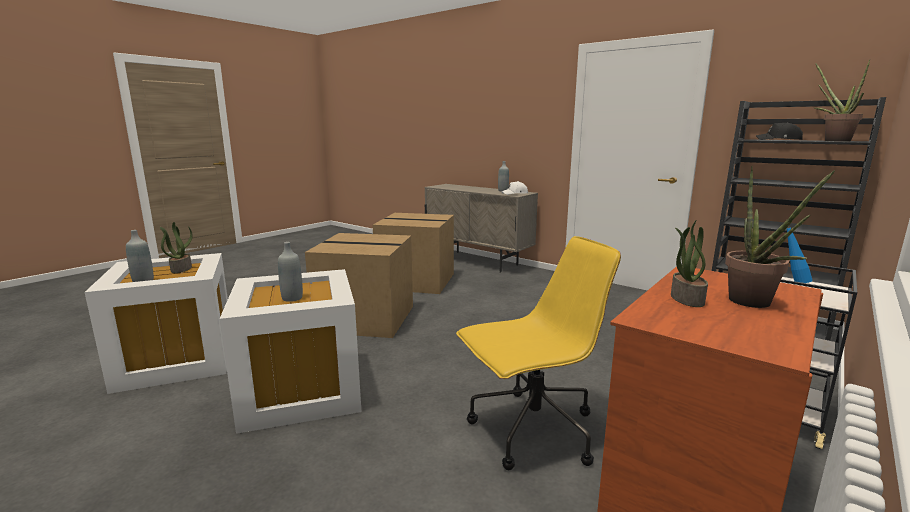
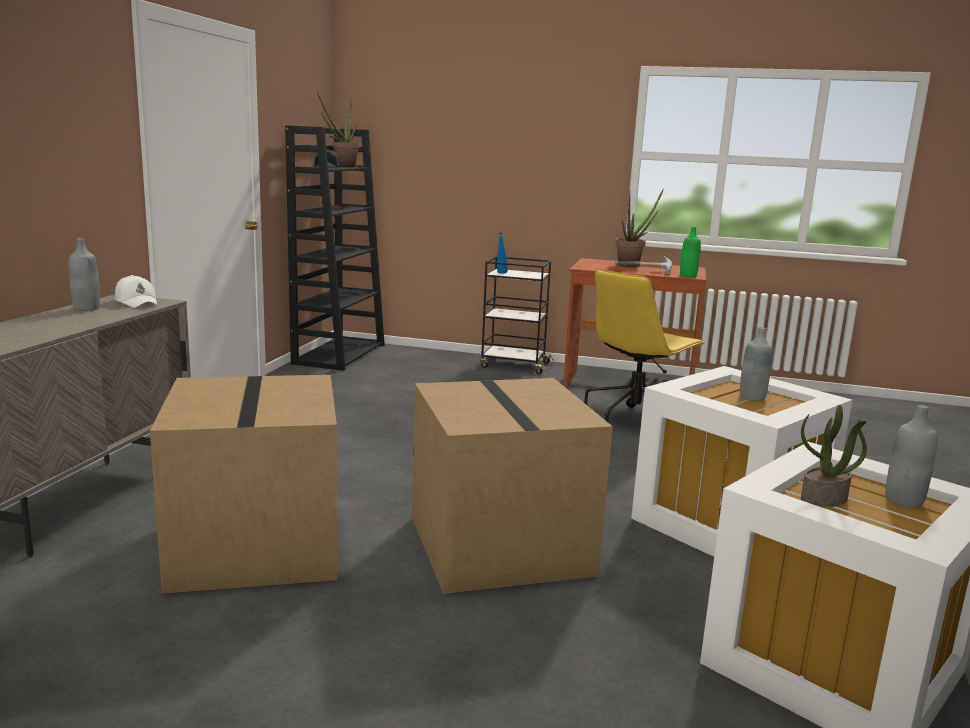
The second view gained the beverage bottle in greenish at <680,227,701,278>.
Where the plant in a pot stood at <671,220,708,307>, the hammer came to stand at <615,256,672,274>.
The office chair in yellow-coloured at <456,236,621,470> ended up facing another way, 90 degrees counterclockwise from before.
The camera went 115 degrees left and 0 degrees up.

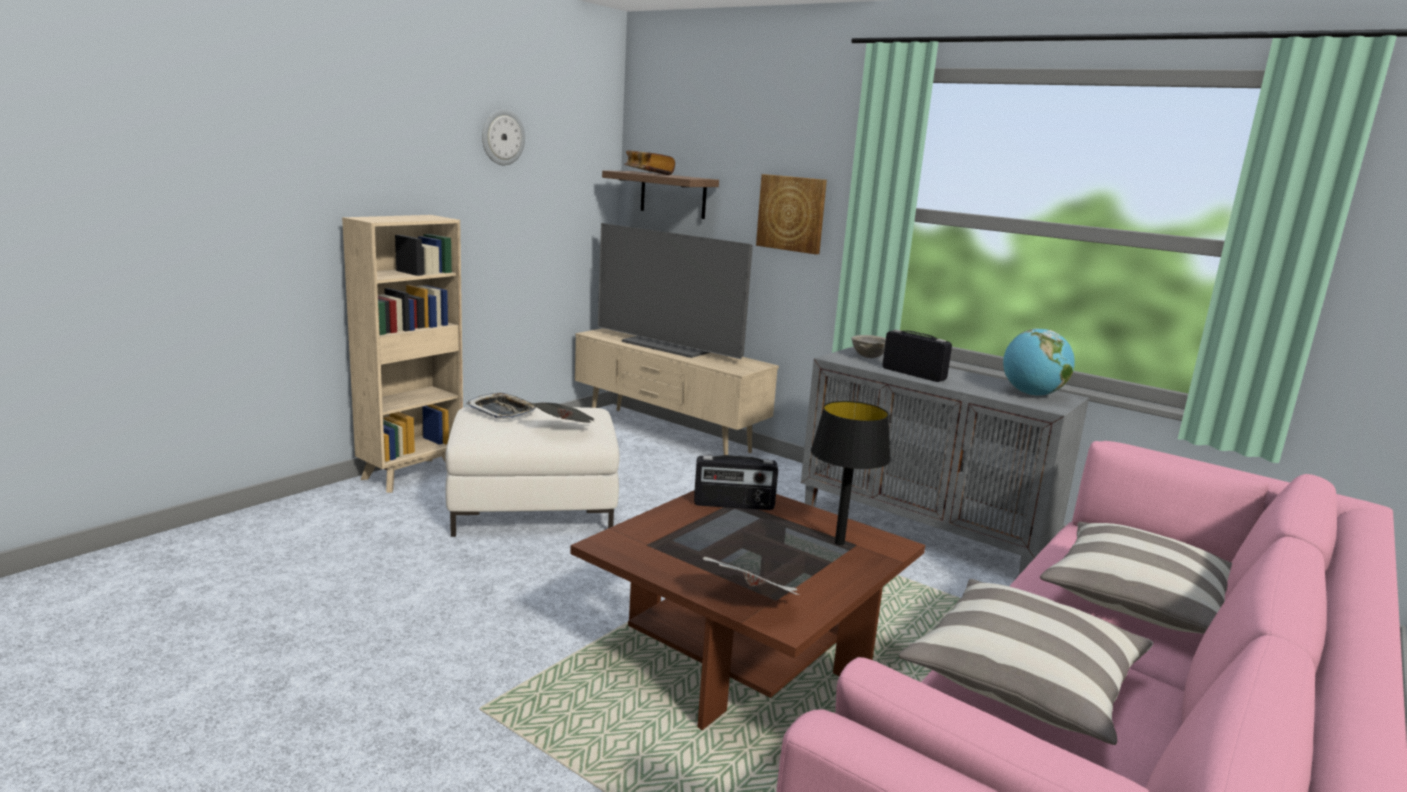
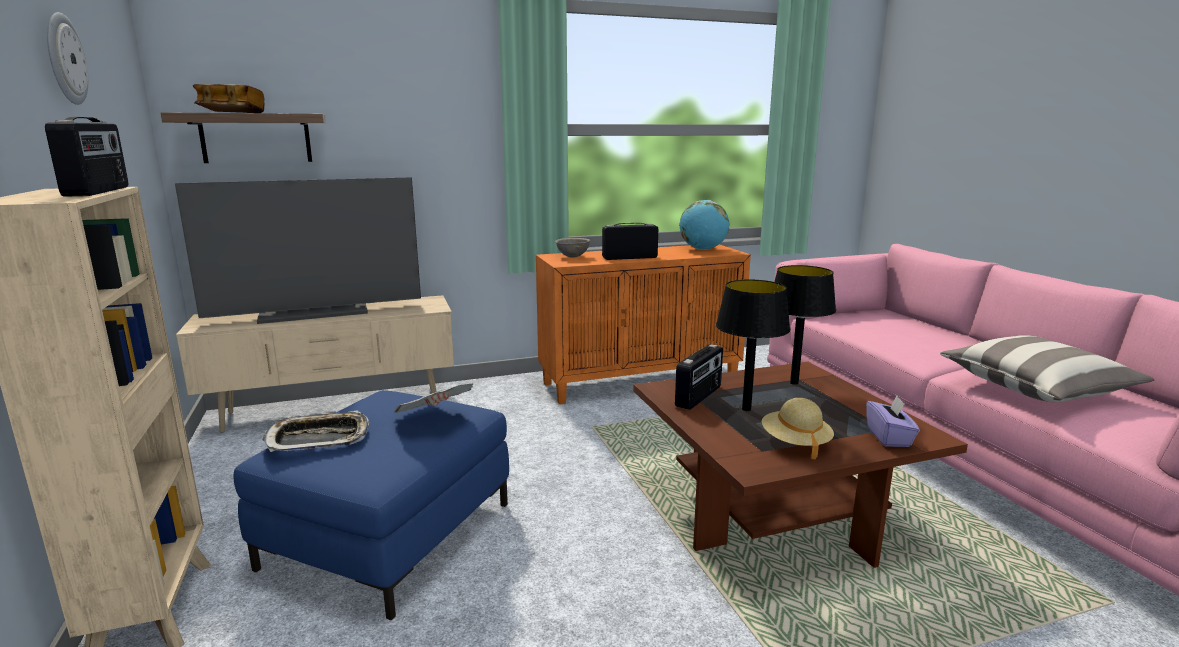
The second view lost the wall art at <756,174,827,255>.
The second view lost the throw pillow at <1040,522,1232,634>.
The second view gained the radio set at <45,117,128,197>.
The second view gained the lamp for a table in black-coloured at <716,280,790,411>.
The second view gained the wearable hat in beige-coloured at <762,398,834,459>.
Where the newspaper stood at <703,557,800,595>, the tissue holder in purplish came to stand at <866,396,920,447>.
What was the pouffe in white-coloured at <445,407,620,537> turned into the pouffe in blue-coloured at <233,390,509,620>.
What was the cabinet in greyish at <801,347,1089,575> turned into the cabinet in orange-coloured at <536,244,751,405>.
The camera went 55 degrees left and 0 degrees up.

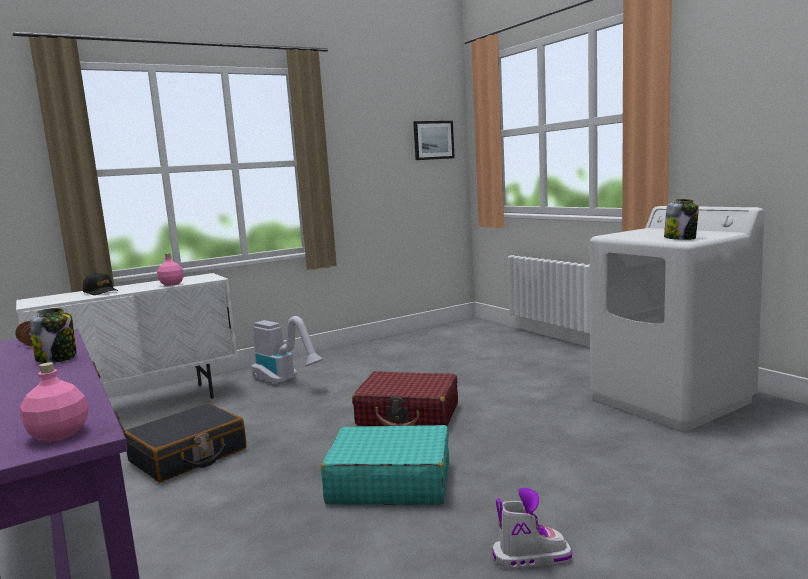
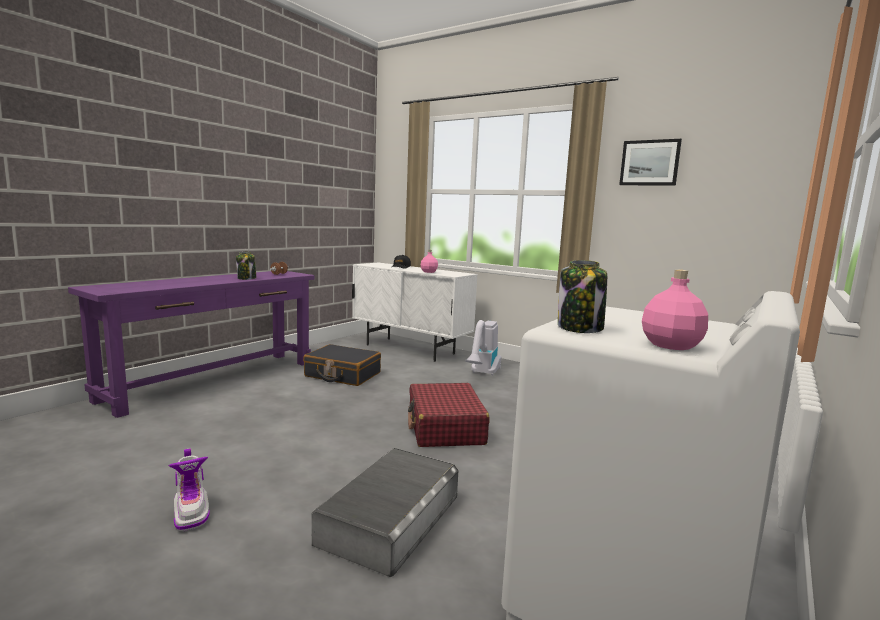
The second view lost the suitcase in turquoise at <321,425,449,505>.
The second view gained the storage box in greyish at <311,448,459,577>.
The beverage bottle in pink ended up elsewhere, having gone from <20,362,89,442> to <642,270,708,350>.
The wall art ended up elsewhere, having gone from <413,121,455,160> to <619,139,682,185>.
The camera went 65 degrees right and 0 degrees up.

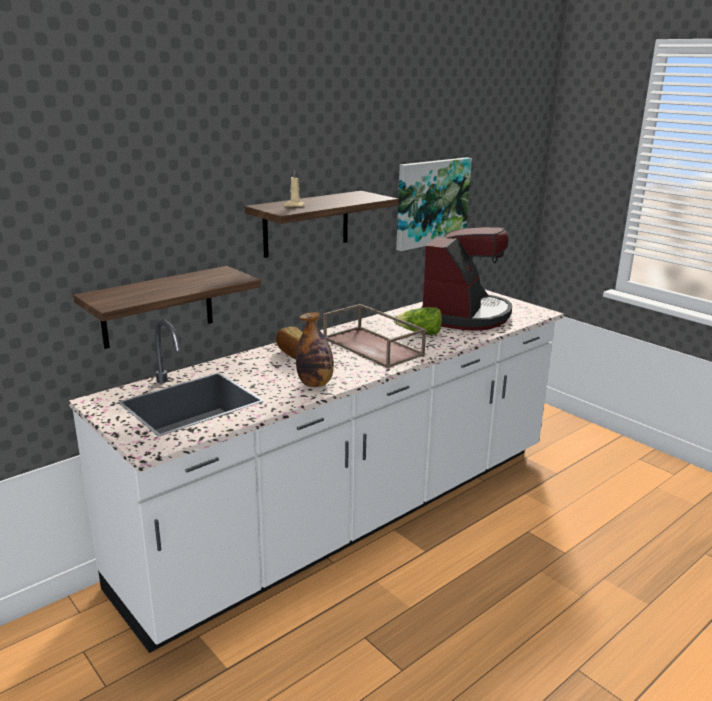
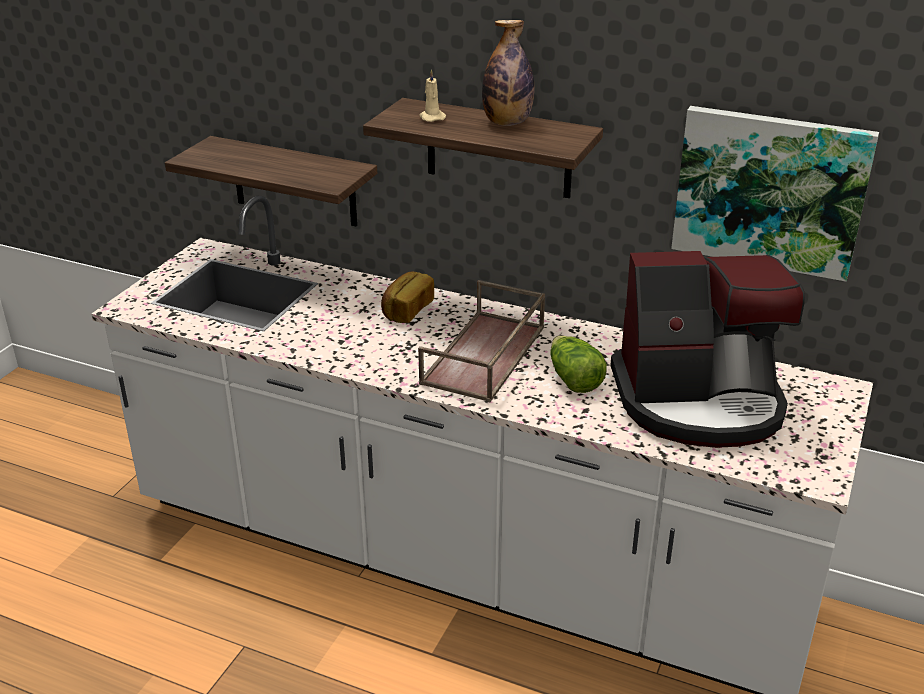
The beverage bottle ended up elsewhere, having gone from <296,312,334,387> to <482,20,535,126>.
The camera went 65 degrees right and 10 degrees up.

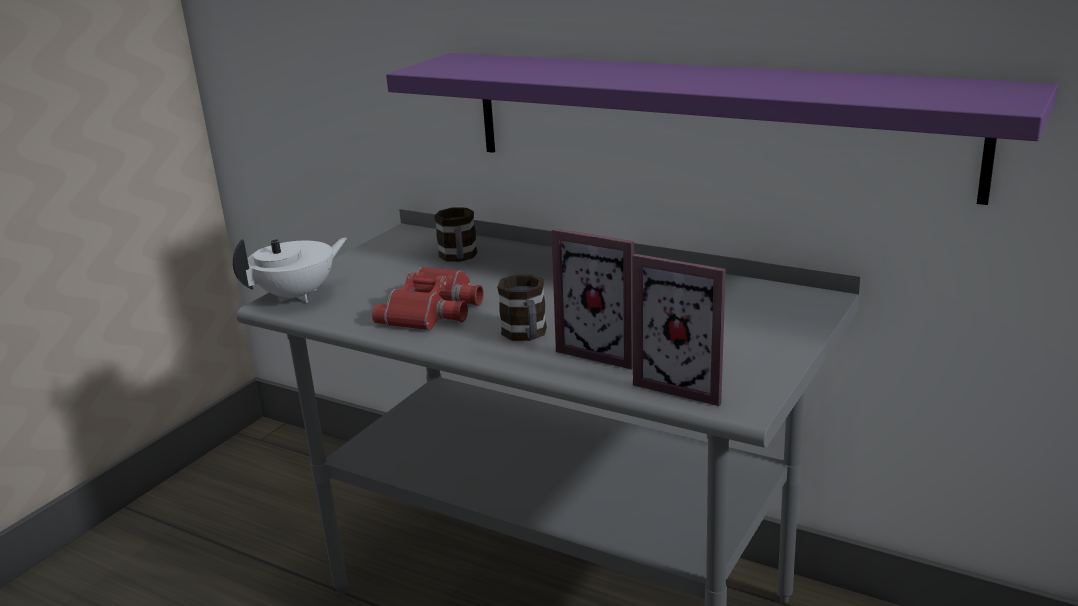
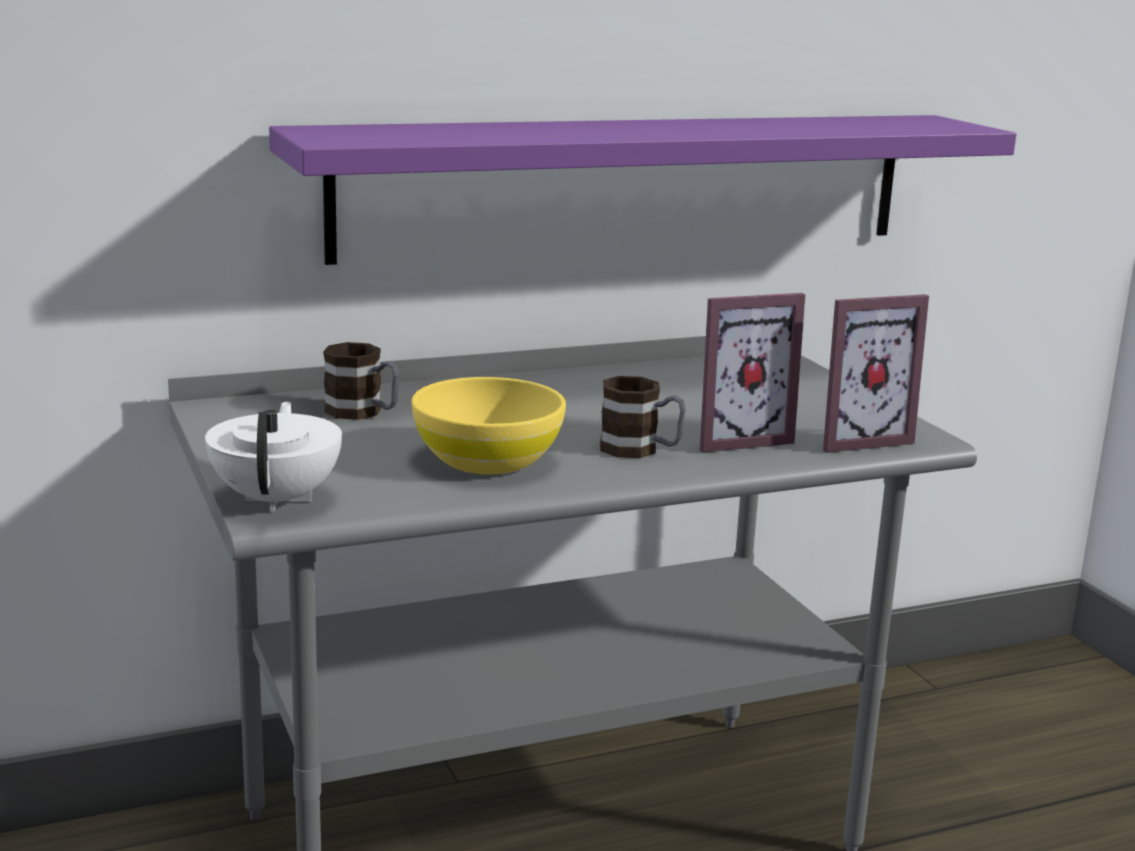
Where the pair of binoculars in red stood at <372,267,484,330>, the bowl in yellow-coloured came to stand at <412,377,566,474>.
The camera went 55 degrees left and 5 degrees down.

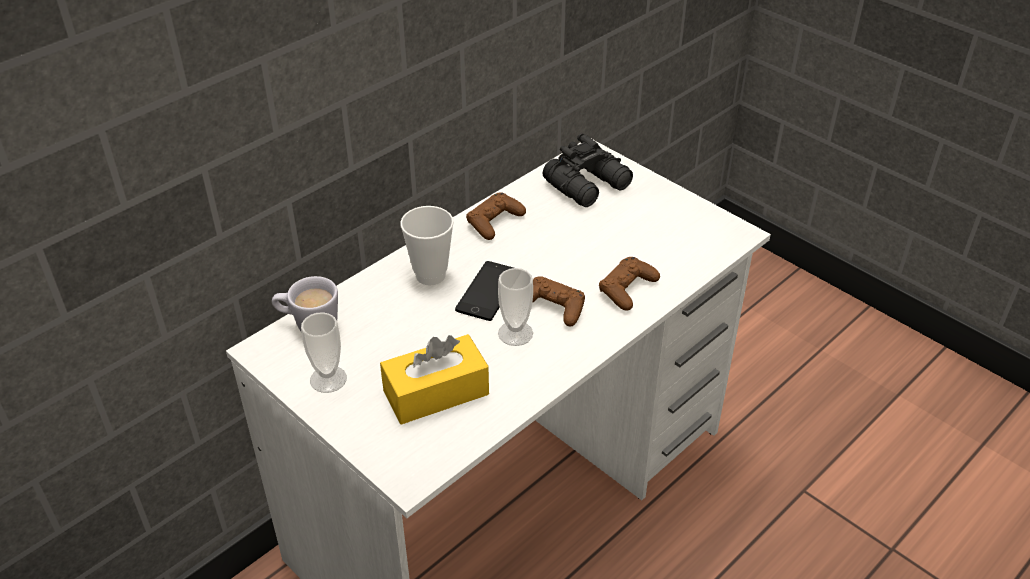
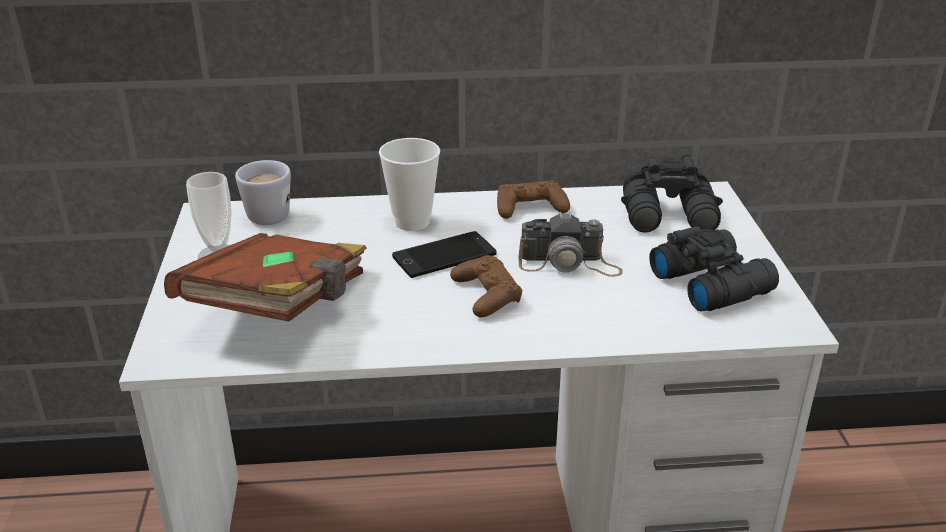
The second view lost the drinking cup at <498,268,533,346>.
The second view lost the game controller in brown at <599,257,660,311>.
The second view gained the photo camera at <519,212,623,277>.
The second view gained the pair of binoculars in black-coloured at <649,226,779,312>.
Where the tissue holder in yellow-coloured stood at <380,334,489,424>, the bound book in brown came to stand at <164,233,367,322>.
The camera went 40 degrees right and 10 degrees down.

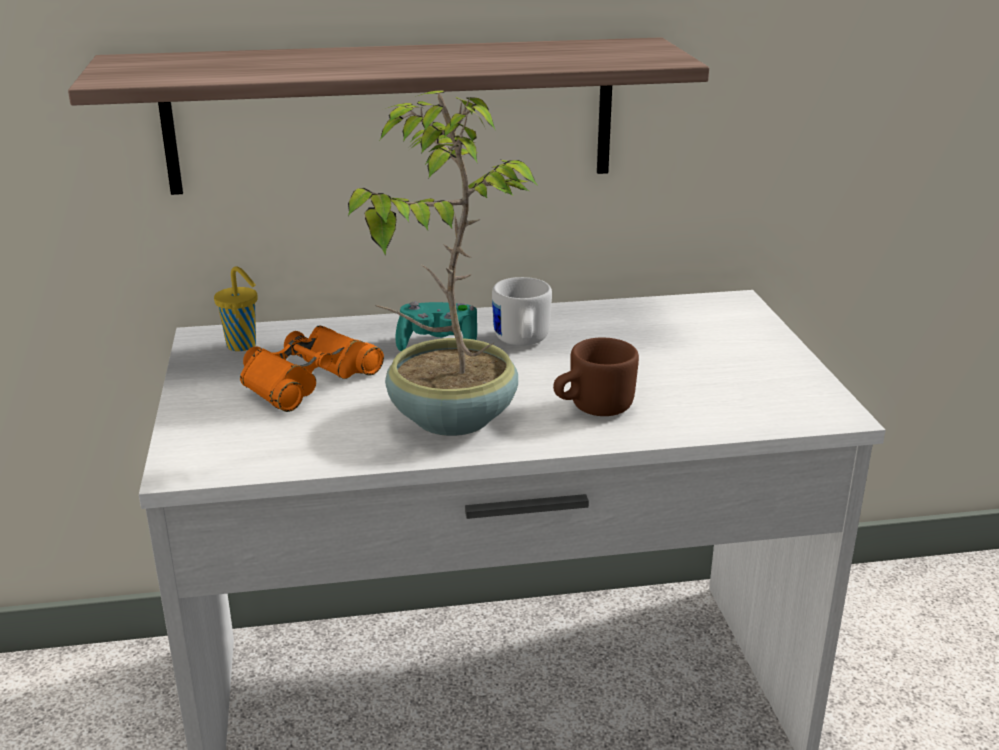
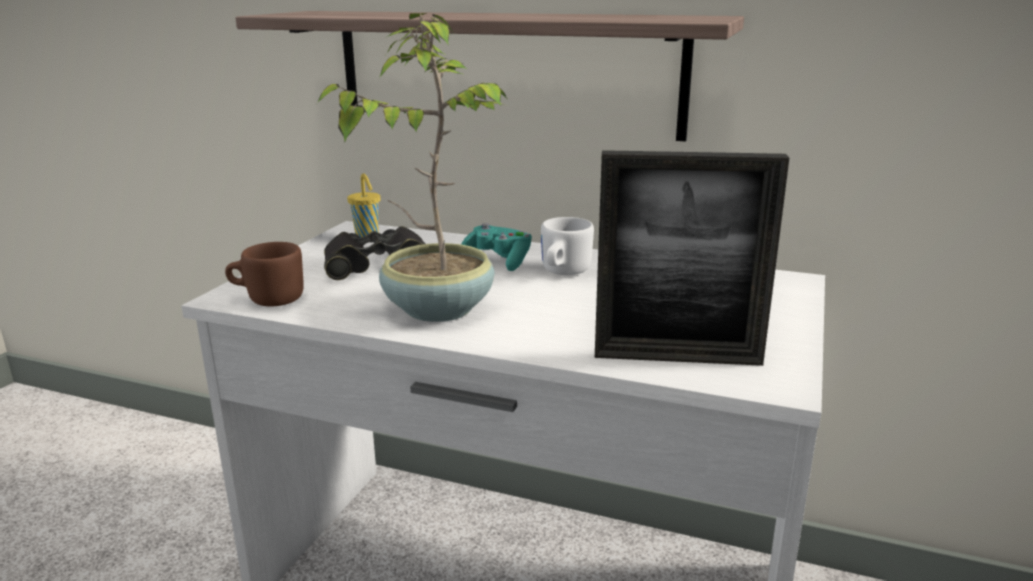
The second view gained the photo frame at <595,150,789,366>.
The coffee mug in brown ended up elsewhere, having gone from <553,338,639,416> to <225,242,304,306>.
What was the pair of binoculars in orange-coloured at <240,325,384,412> turned into the pair of binoculars in black-coloured at <324,226,426,280>.
The camera went 30 degrees right and 5 degrees down.

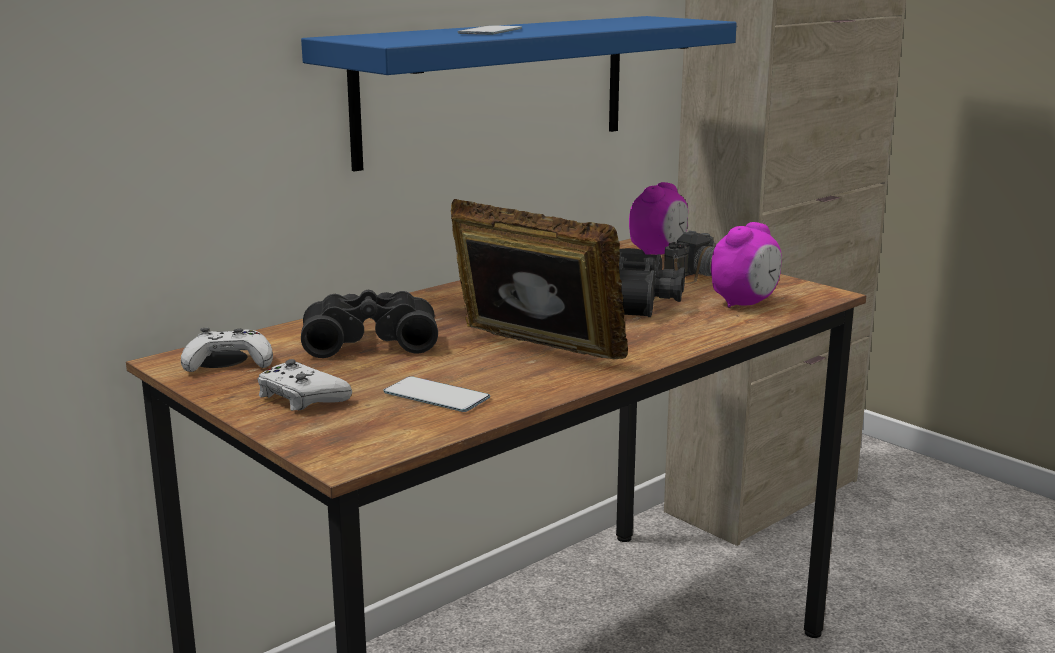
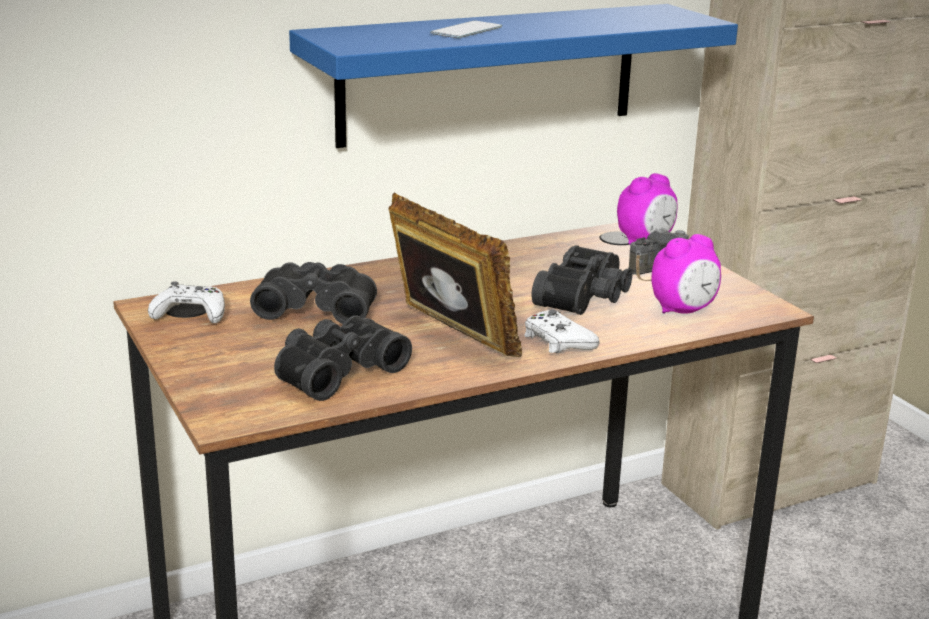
The game controller in white-coloured ended up elsewhere, having gone from <257,359,352,411> to <524,309,600,353>.
Where the telephone stood at <383,376,490,412>, the pair of binoculars in black-coloured came to stand at <274,315,412,401>.
The camera went 15 degrees right and 5 degrees up.

